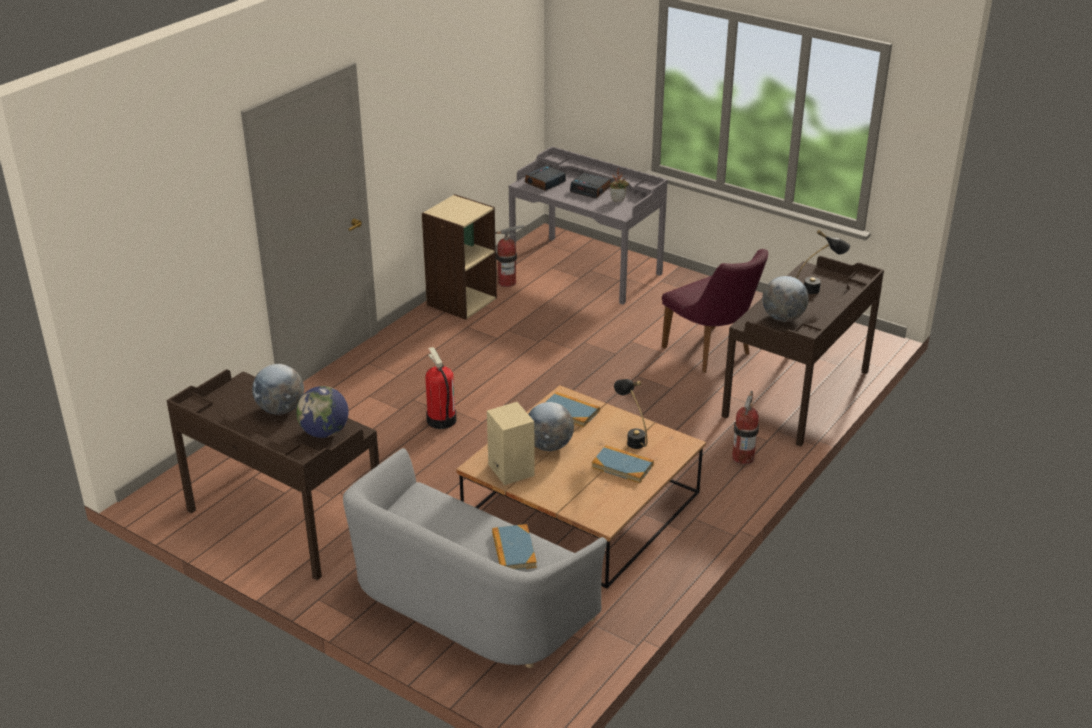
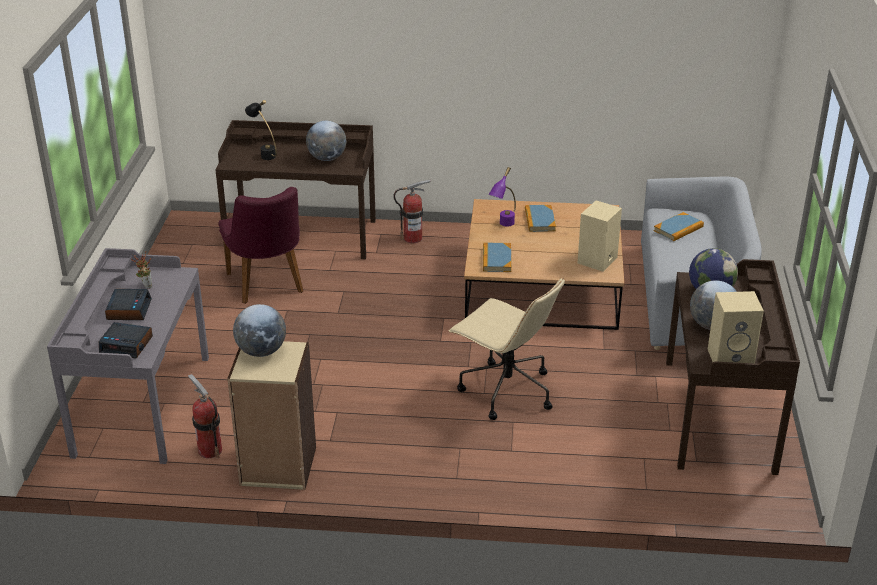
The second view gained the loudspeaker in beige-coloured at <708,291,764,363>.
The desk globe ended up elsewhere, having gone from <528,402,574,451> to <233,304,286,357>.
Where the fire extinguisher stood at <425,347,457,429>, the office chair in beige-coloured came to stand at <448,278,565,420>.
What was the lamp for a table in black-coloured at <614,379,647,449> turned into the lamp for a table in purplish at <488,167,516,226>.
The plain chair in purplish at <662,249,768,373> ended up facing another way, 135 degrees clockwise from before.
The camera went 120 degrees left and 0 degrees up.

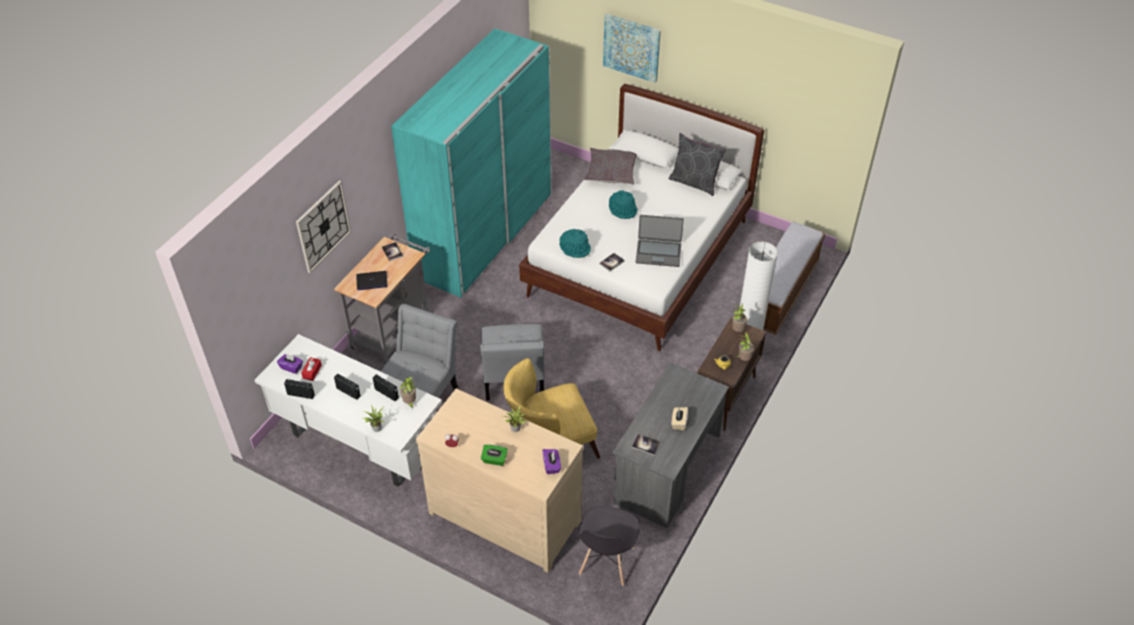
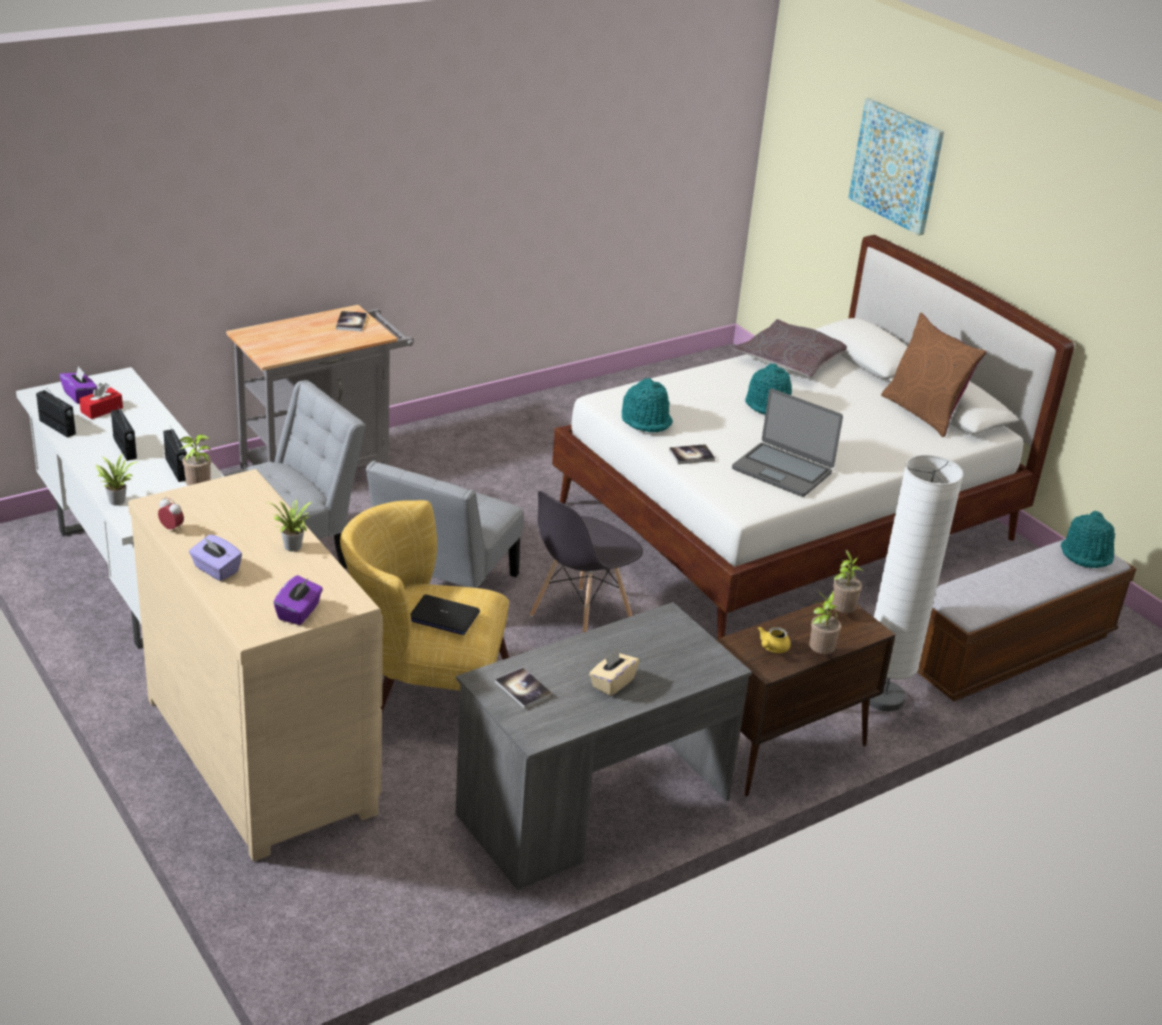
The second view lost the hanging clock at <296,181,351,273>.
The second view lost the wardrobe in turquoise at <391,28,551,298>.
The second view gained the wearable hat in turquoise at <1061,511,1115,568>.
The laptop ended up elsewhere, having gone from <356,271,388,290> to <411,595,480,635>.
The plain chair in greyish ended up elsewhere, having gone from <578,506,640,586> to <529,491,643,633>.
What was the tissue holder in greenish at <481,445,508,466> turned into the tissue holder in purplish at <189,535,242,581>.
What was the throw pillow in greyish at <669,133,726,196> turned into the throw pillow in brown at <881,313,987,437>.
The camera went 25 degrees right and 15 degrees down.

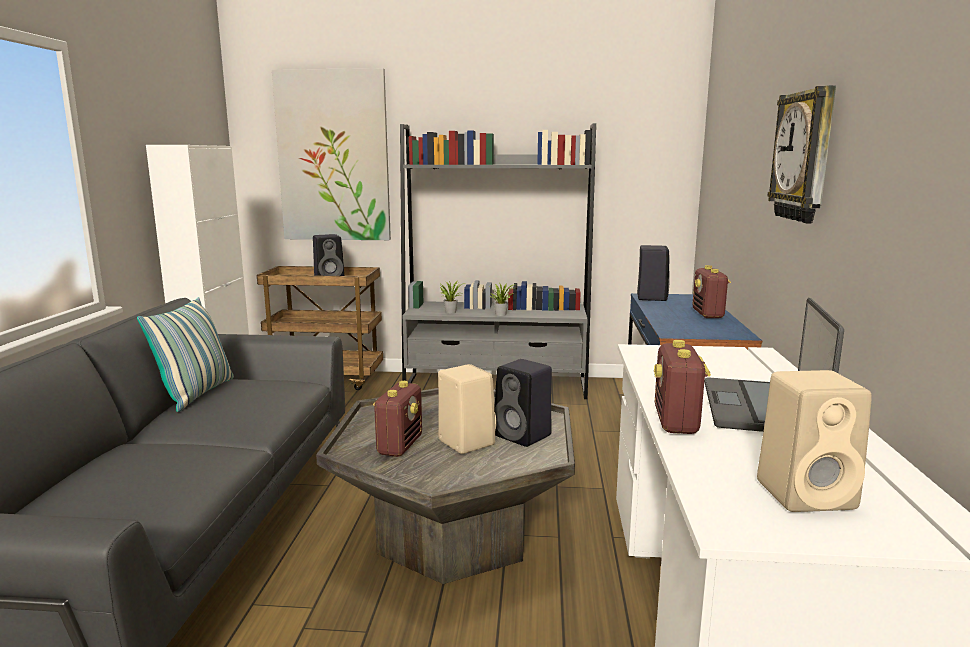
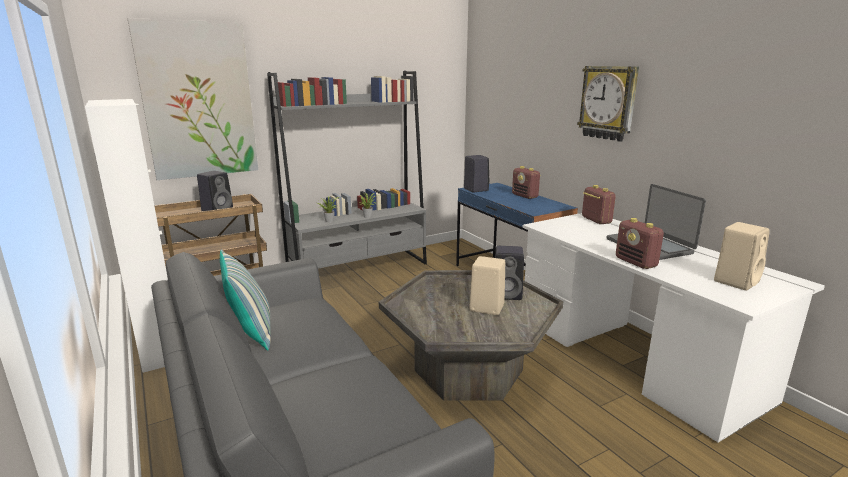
The radio set ended up elsewhere, having gone from <373,381,422,457> to <582,185,616,224>.
The camera went 35 degrees left and 5 degrees up.

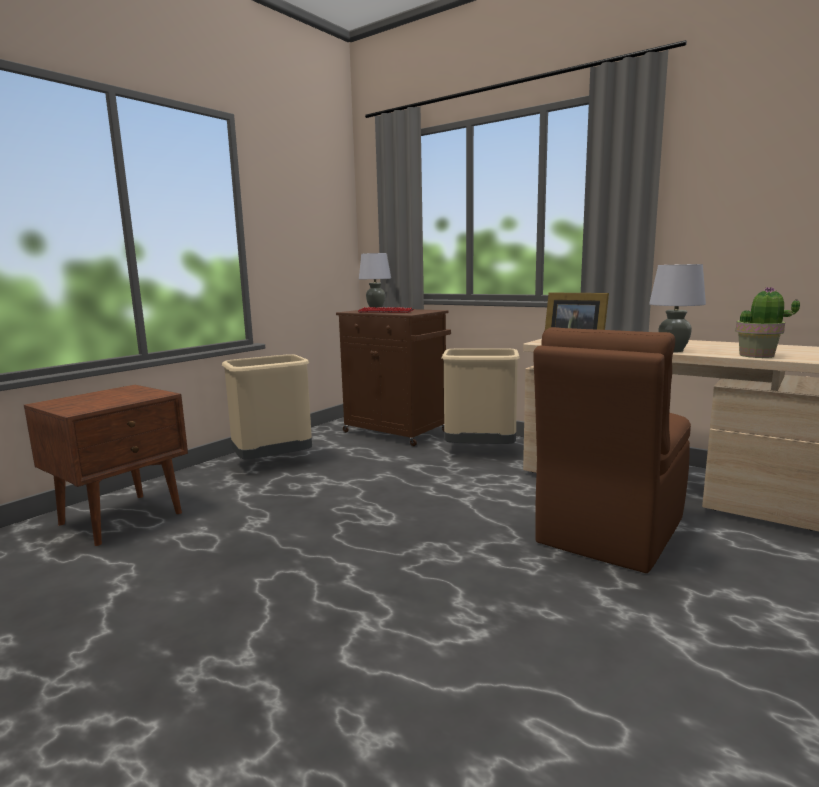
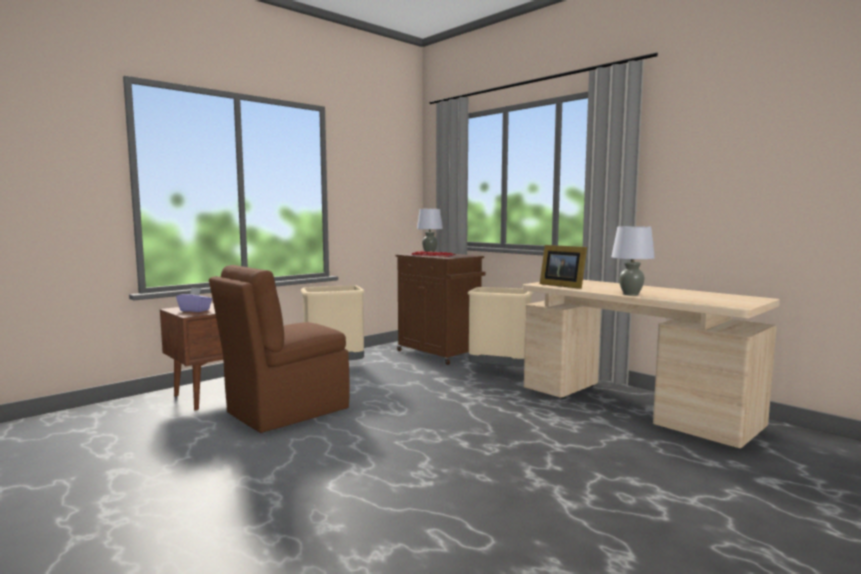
The second view lost the plant in a pot at <736,287,800,358>.
The second view gained the tissue holder in purplish at <176,287,212,312>.
The plain chair in brown ended up elsewhere, having gone from <533,327,691,573> to <209,265,350,433>.
The camera went 10 degrees right and 5 degrees down.

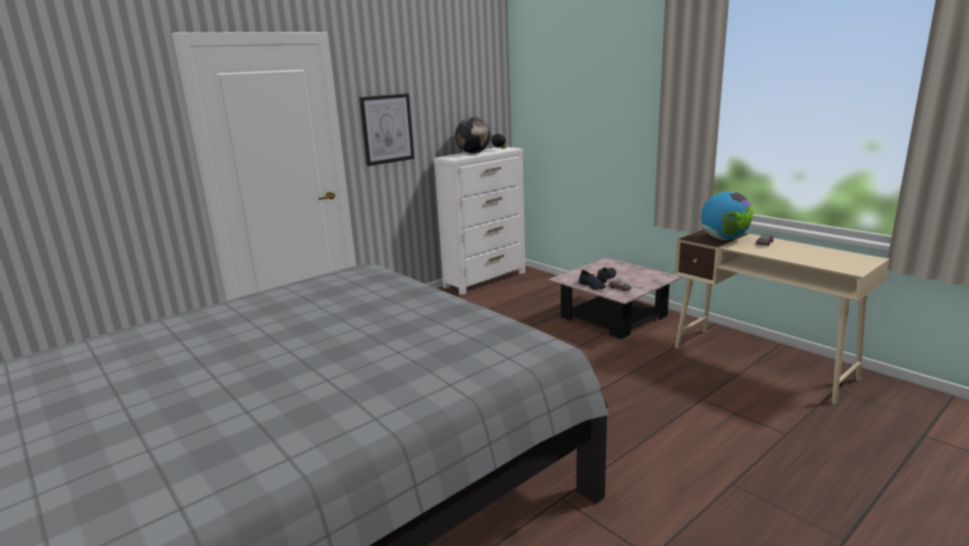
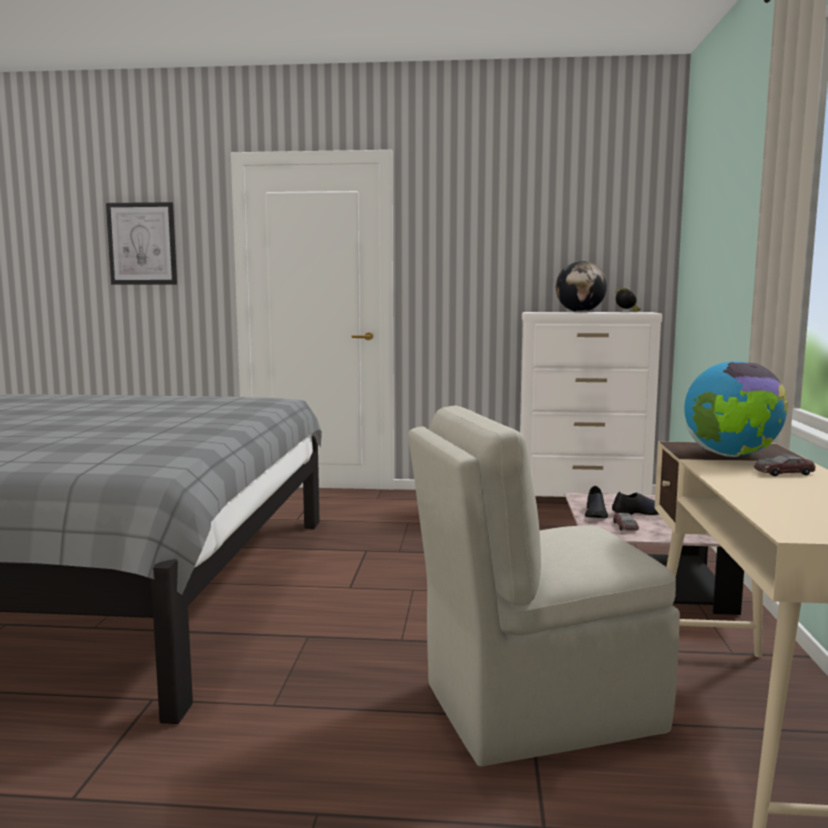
The second view gained the plain chair in beige-coloured at <408,405,680,767>.
The wall art ended up elsewhere, having gone from <359,93,414,166> to <106,202,177,285>.
The camera went 45 degrees right and 10 degrees down.

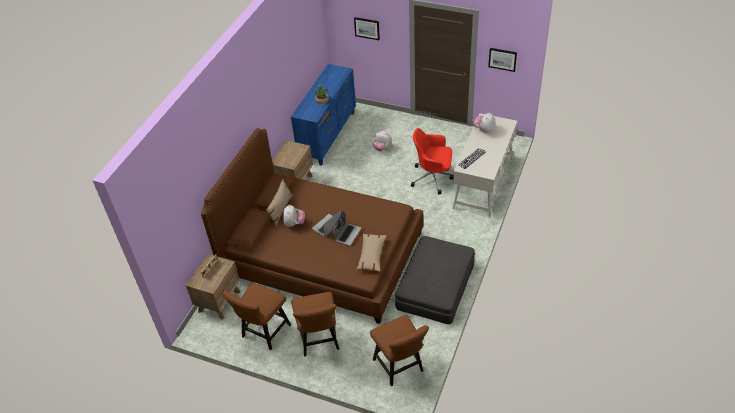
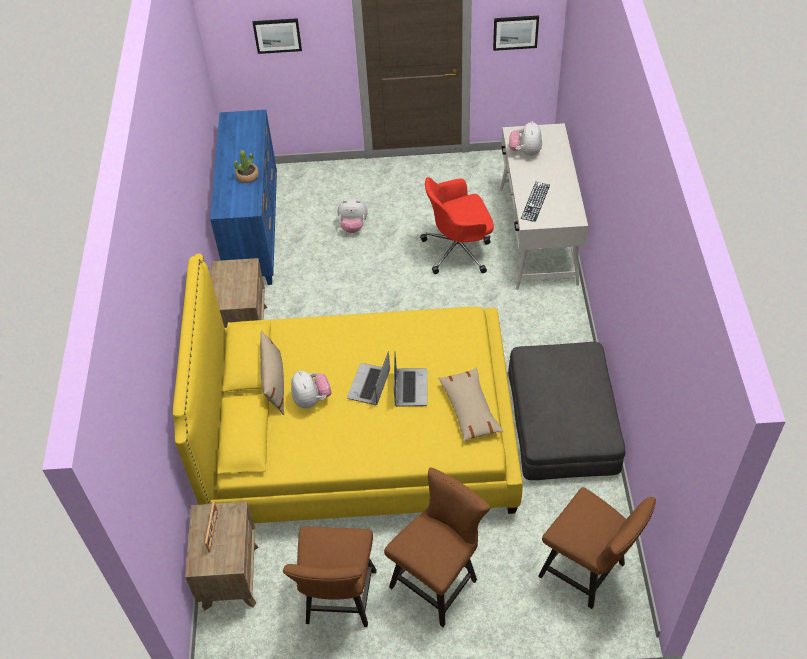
What was the bed in brown at <201,128,423,324> turned into the bed in yellow-coloured at <173,254,523,523>.
The plain chair in brown at <291,292,339,357> ended up facing another way, 105 degrees counterclockwise from before.
The camera went 25 degrees left and 5 degrees up.

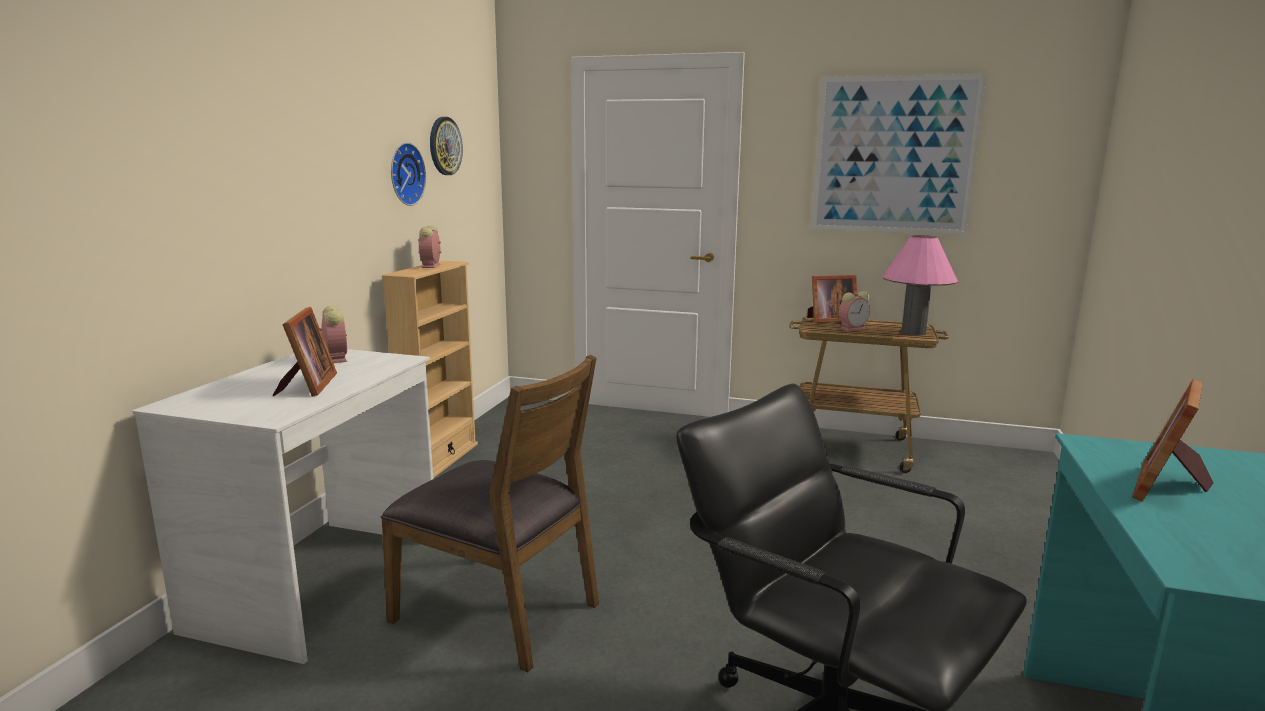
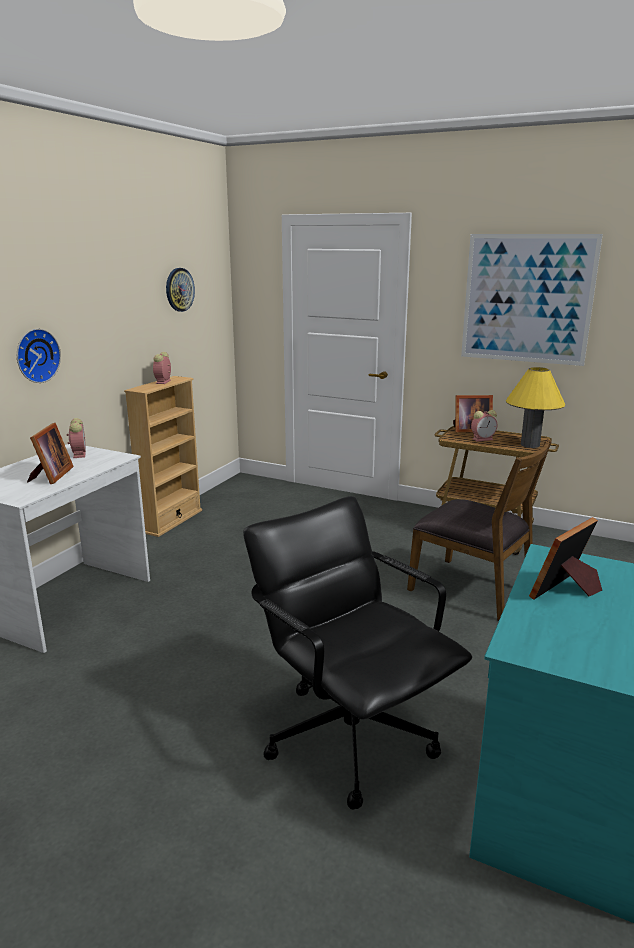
The plain chair in brown ended up elsewhere, having gone from <380,355,599,672> to <407,439,552,621>.
The hanging clock ended up elsewhere, having gone from <391,142,426,206> to <17,329,61,383>.
What was the lamp for a table in pink at <883,235,958,336> turned into the lamp for a table in yellow-coloured at <506,367,565,448>.
The camera went 10 degrees right and 5 degrees up.

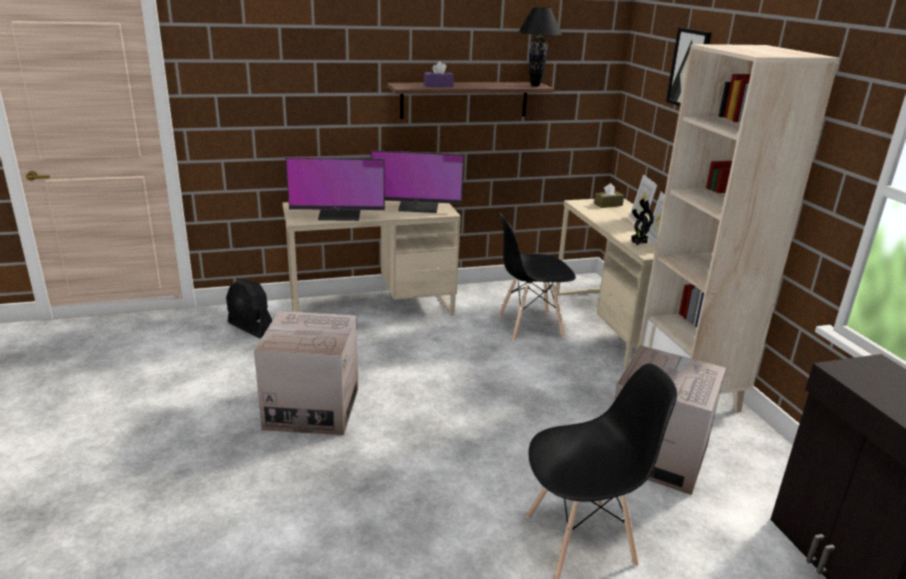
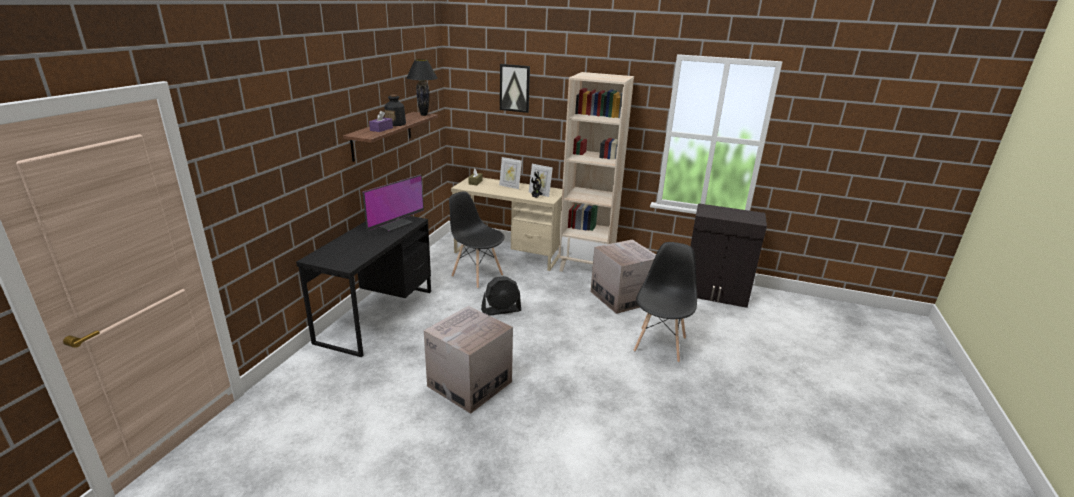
The second view lost the computer screen at <285,157,385,221>.
The second view gained the beverage bottle at <385,94,406,126>.
The cooling fan in black-coloured ended up elsewhere, having gone from <226,279,272,338> to <481,276,521,316>.
What was the desk table in beige-coloured at <283,201,461,316> turned into the desk table in black-coloured at <296,216,431,357>.
The plain chair in black-coloured at <499,212,576,341> ended up facing another way, 105 degrees clockwise from before.
The camera went 55 degrees left and 0 degrees up.

